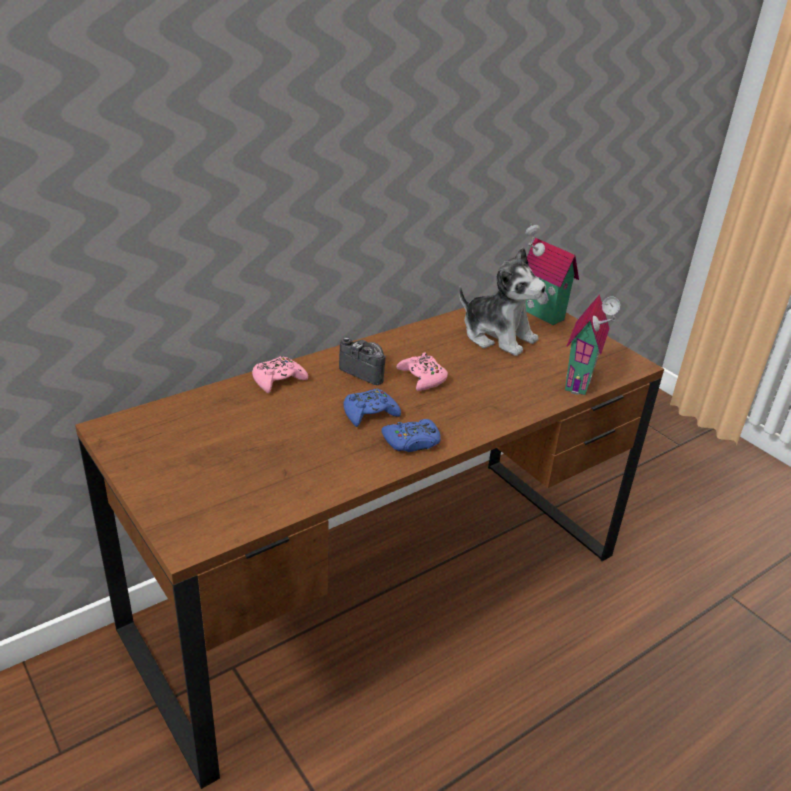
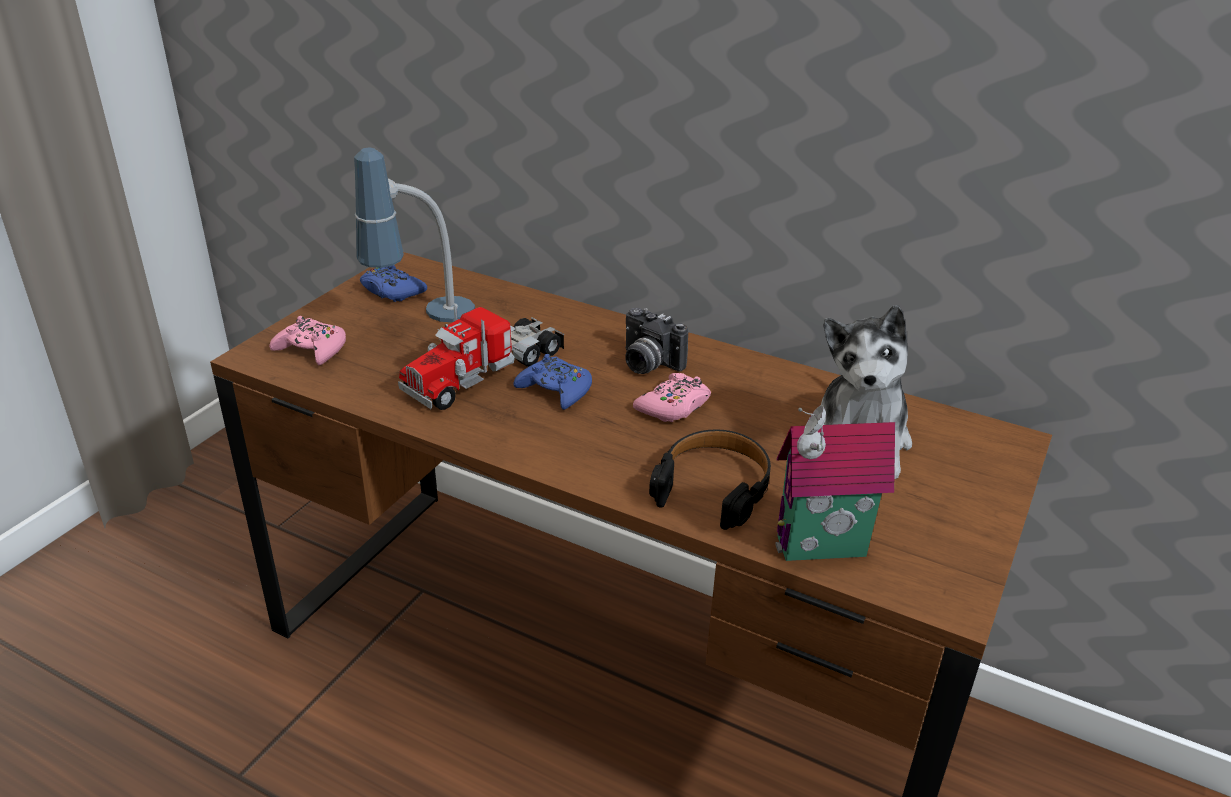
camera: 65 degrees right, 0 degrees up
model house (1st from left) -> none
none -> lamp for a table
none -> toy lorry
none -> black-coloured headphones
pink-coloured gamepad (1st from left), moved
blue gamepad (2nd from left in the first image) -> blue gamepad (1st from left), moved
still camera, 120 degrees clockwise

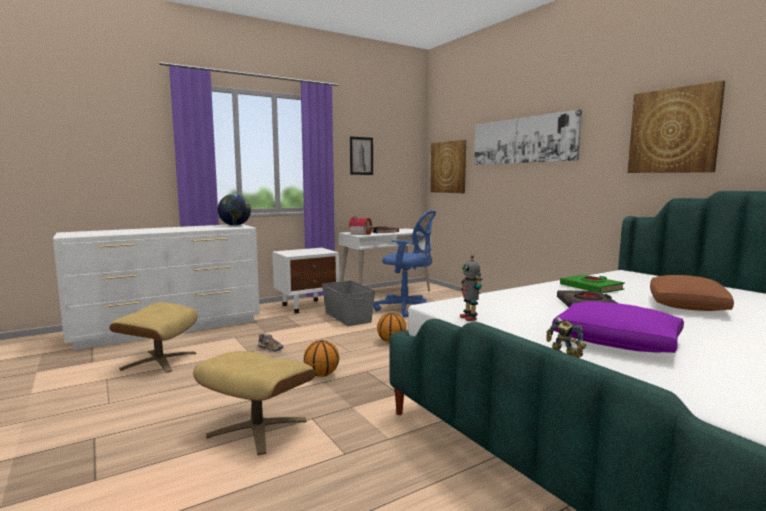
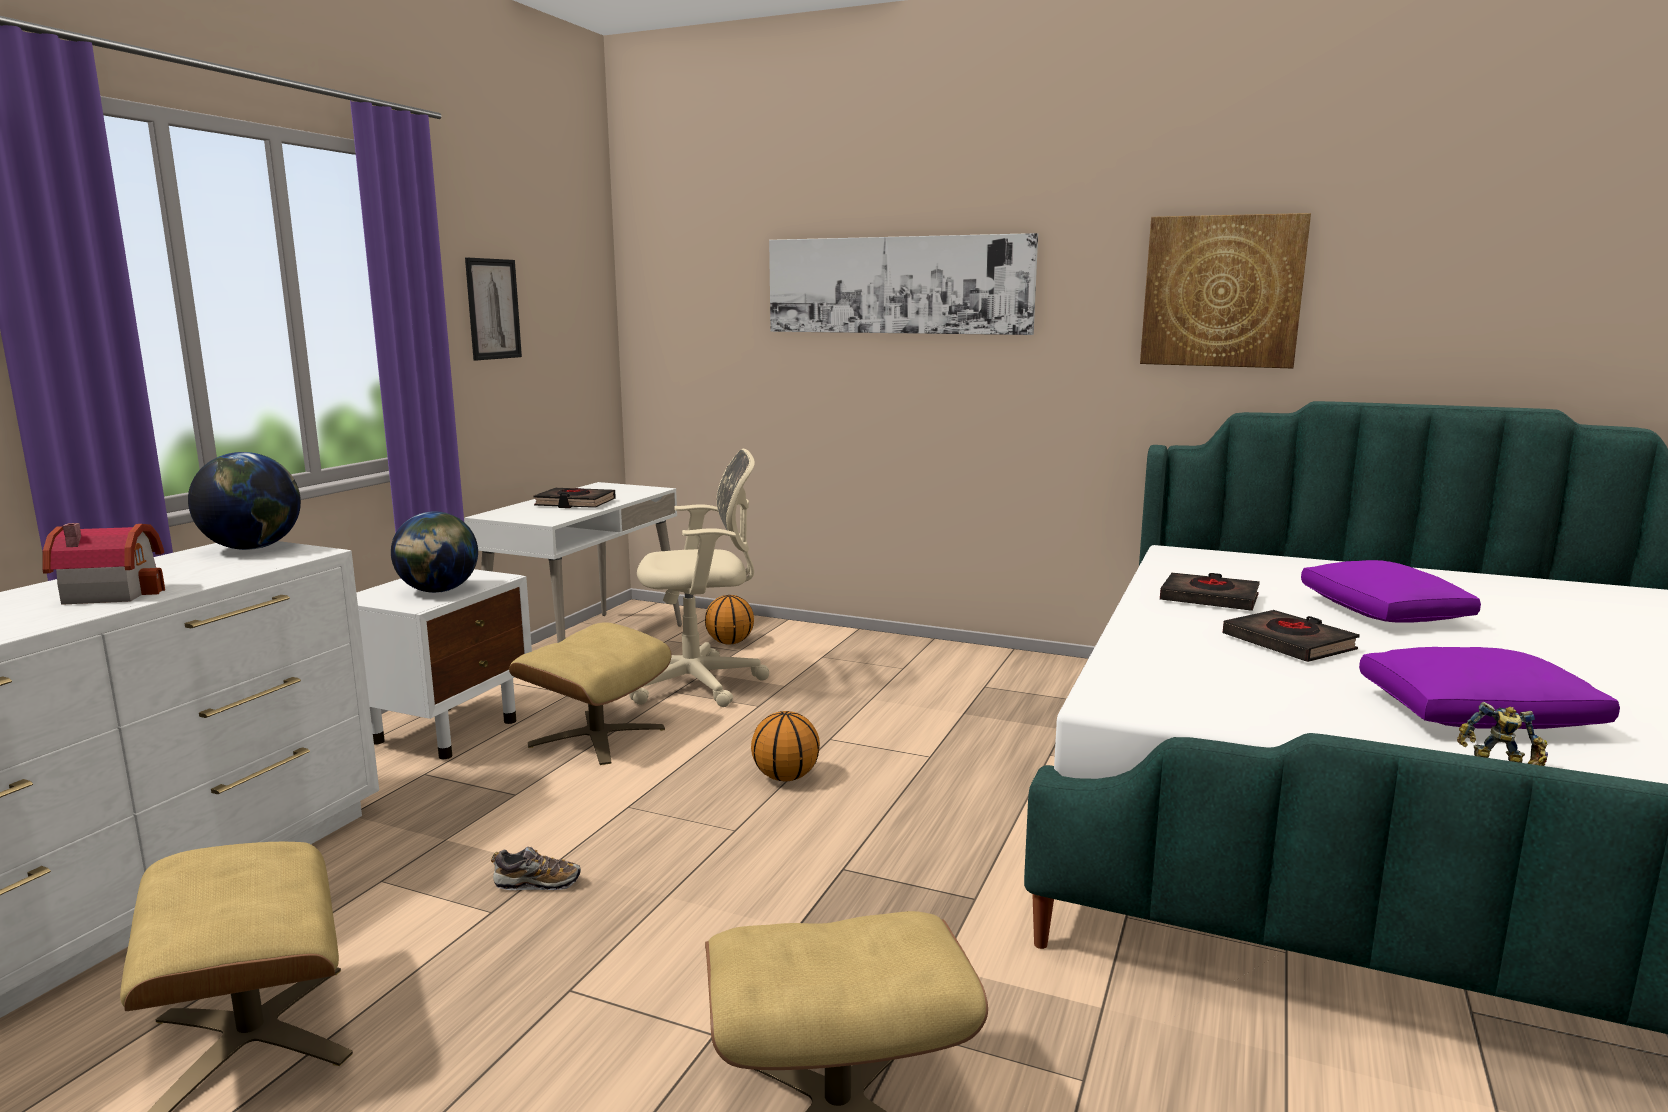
camera: 35 degrees left, 5 degrees up
picture (2nd from left) -> none
robot figure (1st from left) -> none
none -> desk globe (2nd from left)
ball for basketball (1st from left), moved
model house, moved
gray storage bin -> sand-coloured ottoman (2nd from left)
blue desk chair -> sand-coloured desk chair
greenish book -> black-coloured book (2nd from left)
brownish pillow -> purple-coloured pillow (1st from left)

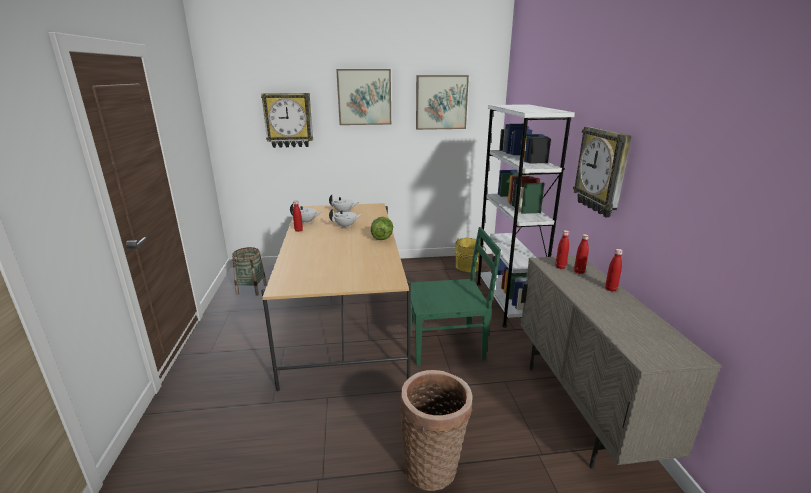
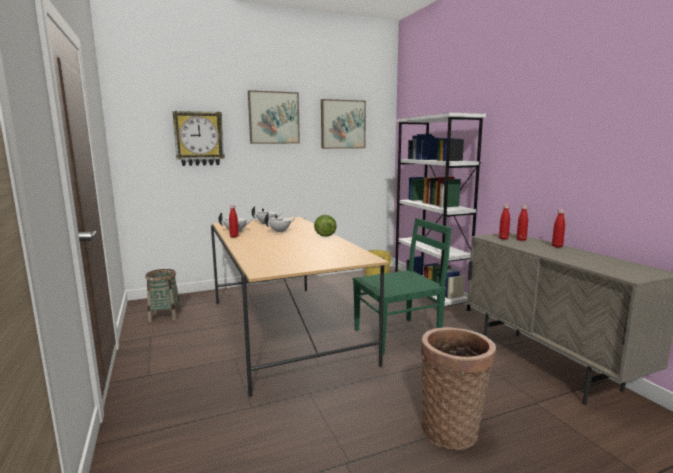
camera: 15 degrees left, 10 degrees down
clock on the wall (2nd from left) -> none

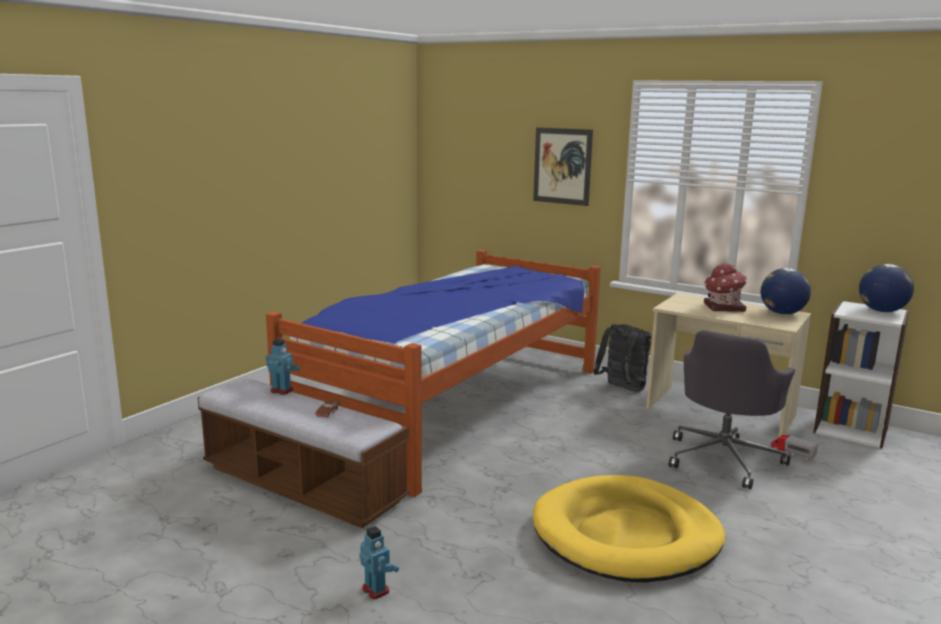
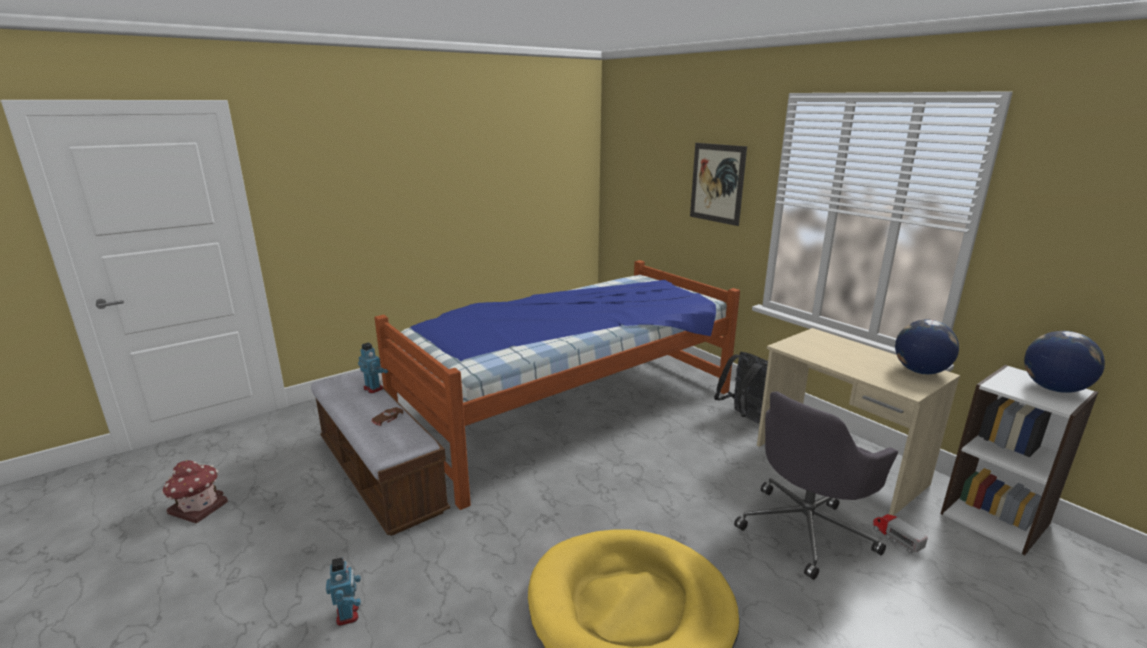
camera: 20 degrees right, 5 degrees up
model house, moved

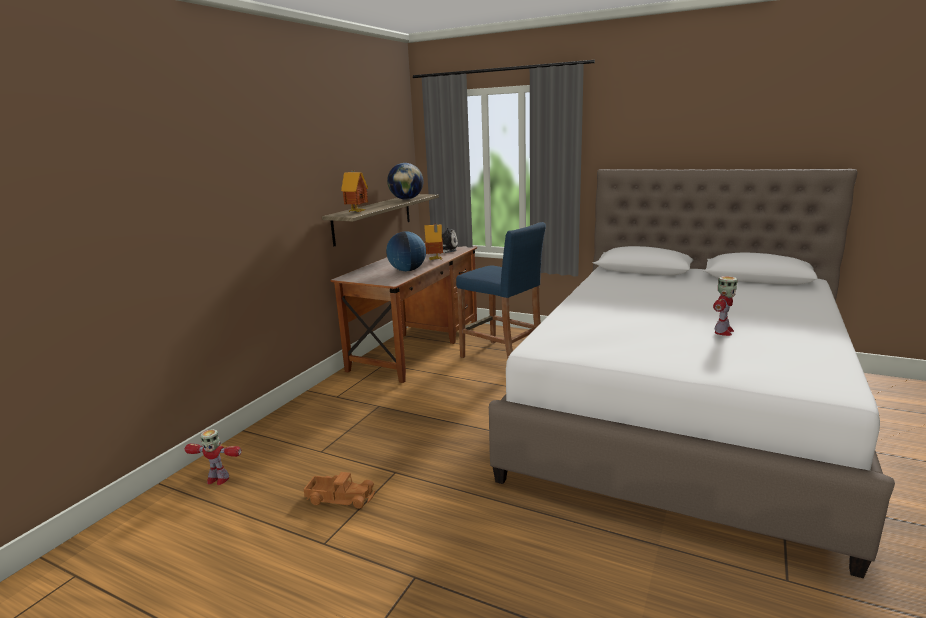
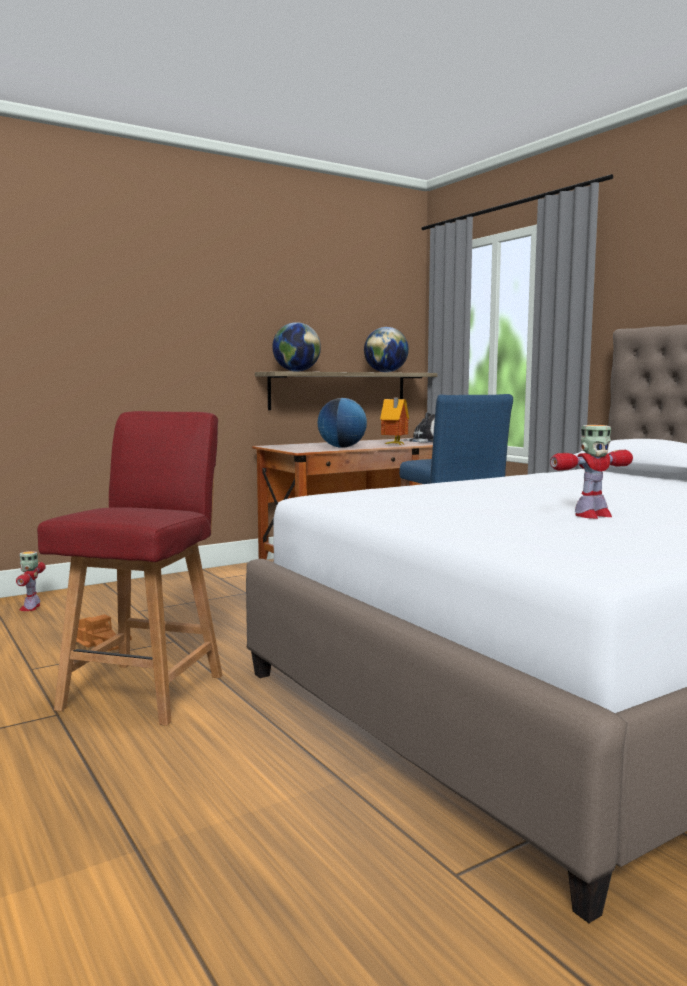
camera: 30 degrees right, 10 degrees down
none -> red-coloured plain chair
model house (1st from left) -> desk globe (1st from left)
robot figure (1st from left), 45 degrees clockwise

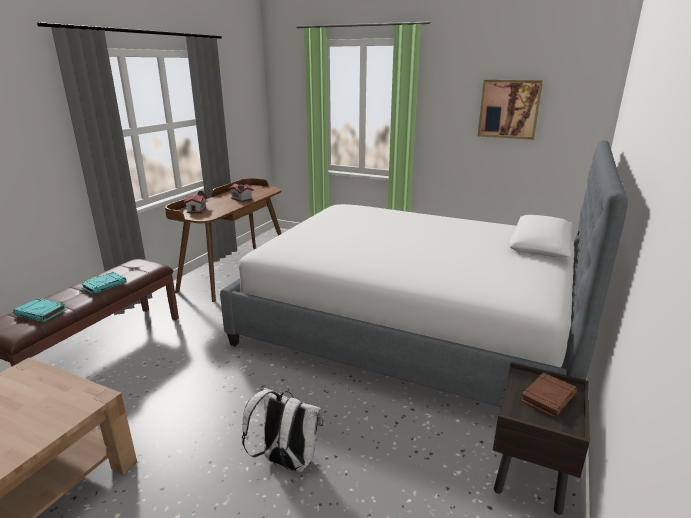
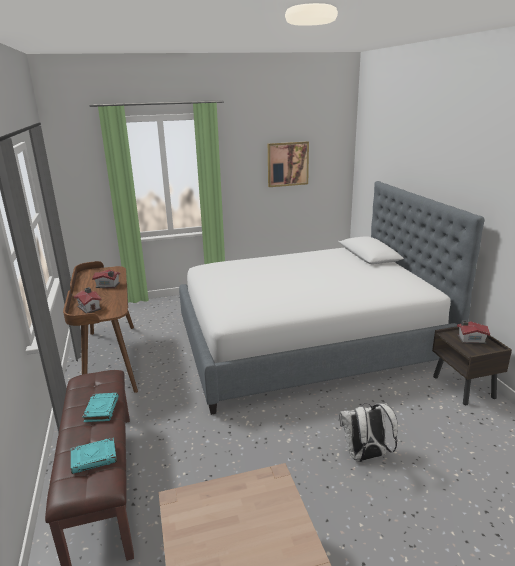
camera: 40 degrees left, 0 degrees up
brownish book -> model house (3rd from left)

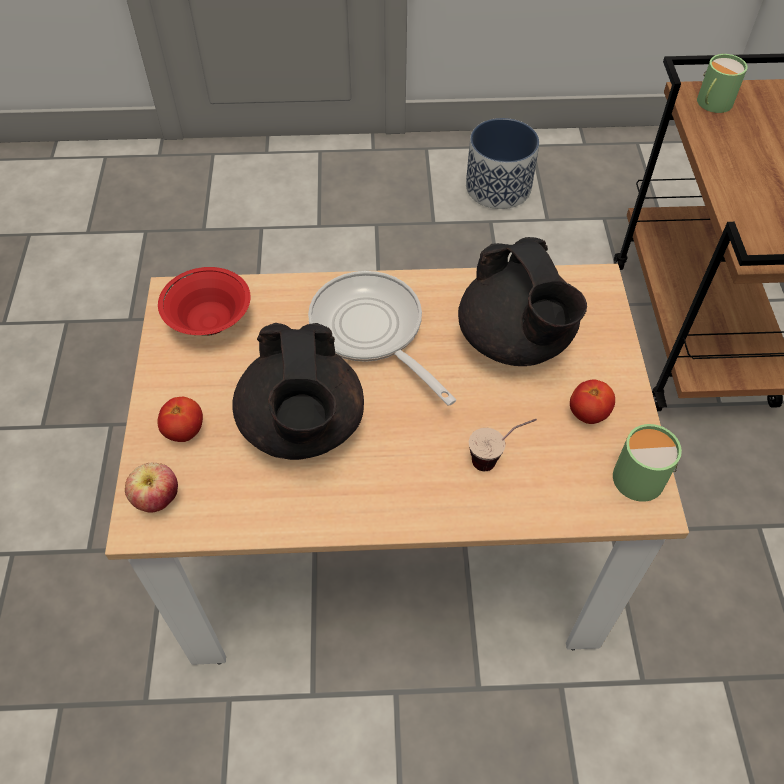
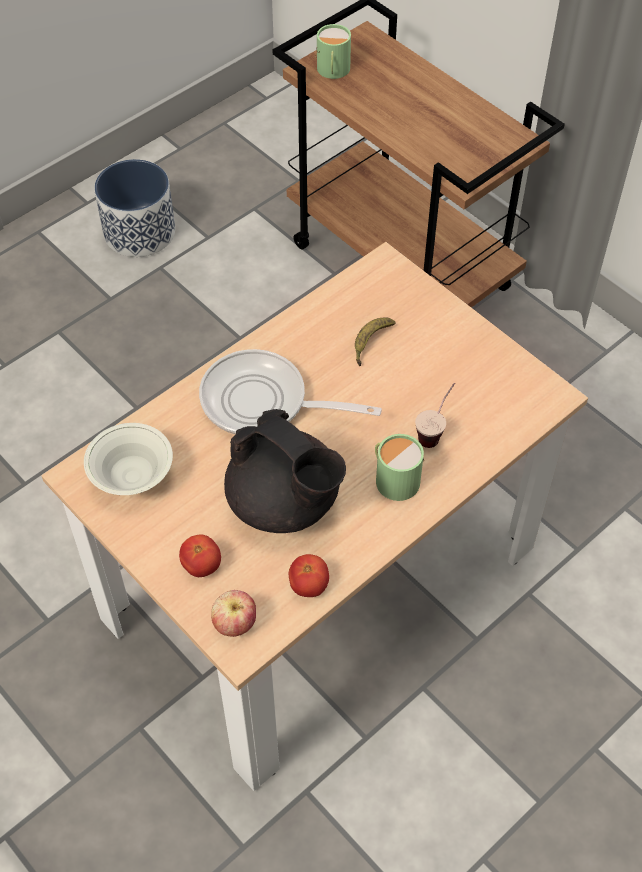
camera: 40 degrees left, 0 degrees up
whole tomato (2nd from left), moved
greenish coffee mug (1st from left in the first image) -> greenish coffee mug (2nd from left), moved
black-coloured teapot (2nd from left) -> banana
red-coloured bowl -> white bowl

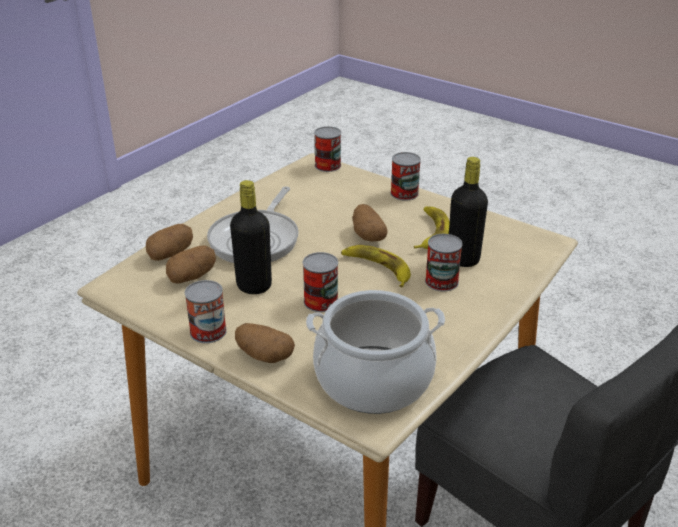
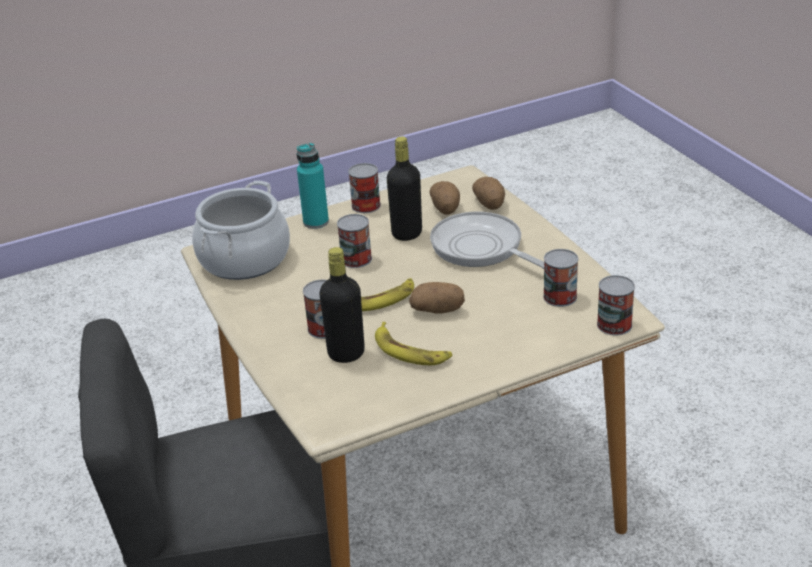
camera: 120 degrees right, 0 degrees up
sealed can (4th from left), moved
spud (3rd from left) -> turquoise-coloured drink bottle

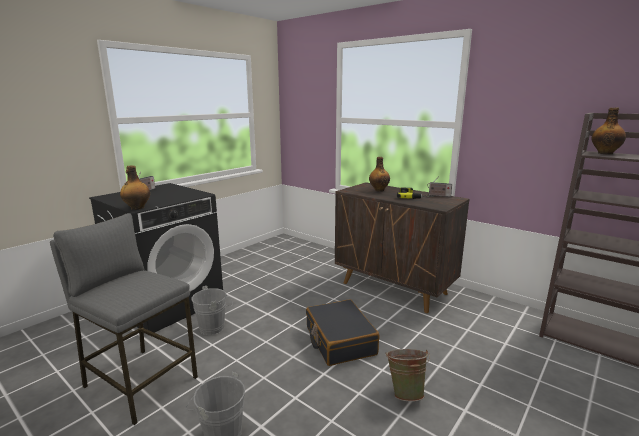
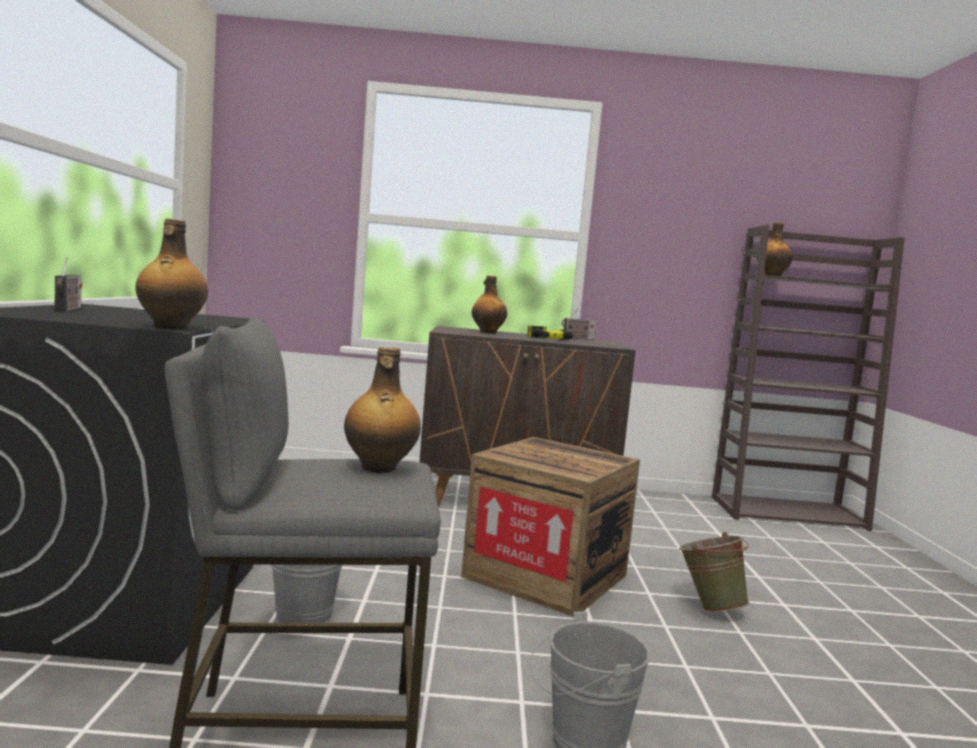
camera: 40 degrees left, 10 degrees down
none -> drink bottle (2nd from left)
black-coloured piece of luggage -> packing crate

